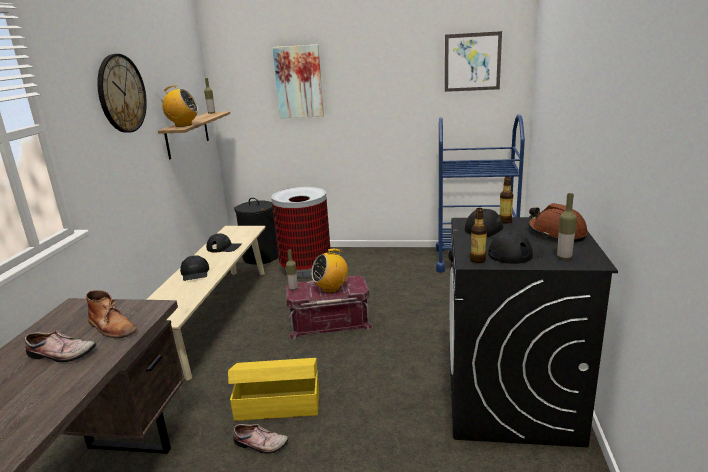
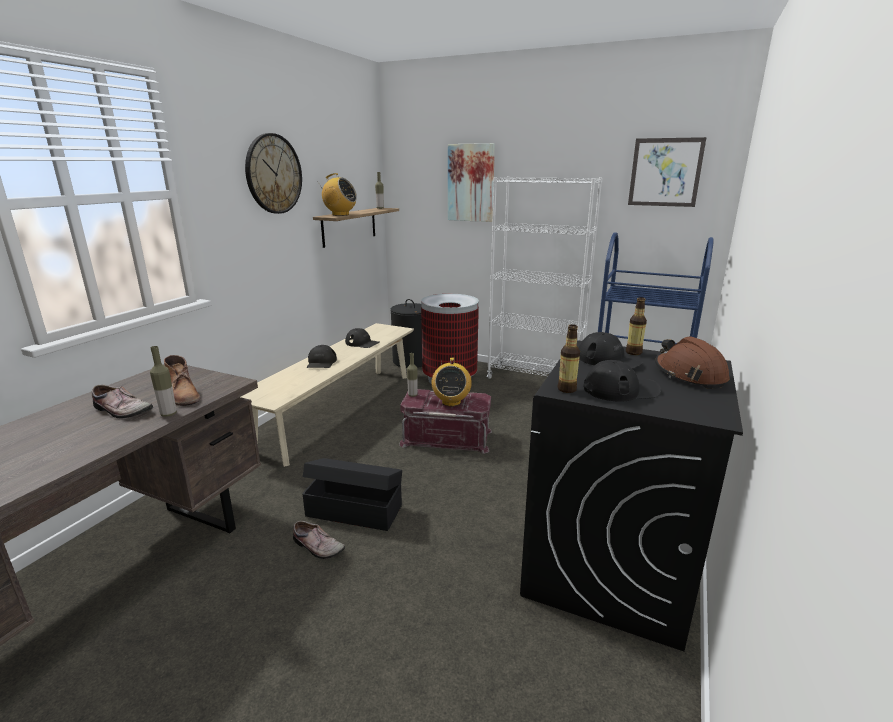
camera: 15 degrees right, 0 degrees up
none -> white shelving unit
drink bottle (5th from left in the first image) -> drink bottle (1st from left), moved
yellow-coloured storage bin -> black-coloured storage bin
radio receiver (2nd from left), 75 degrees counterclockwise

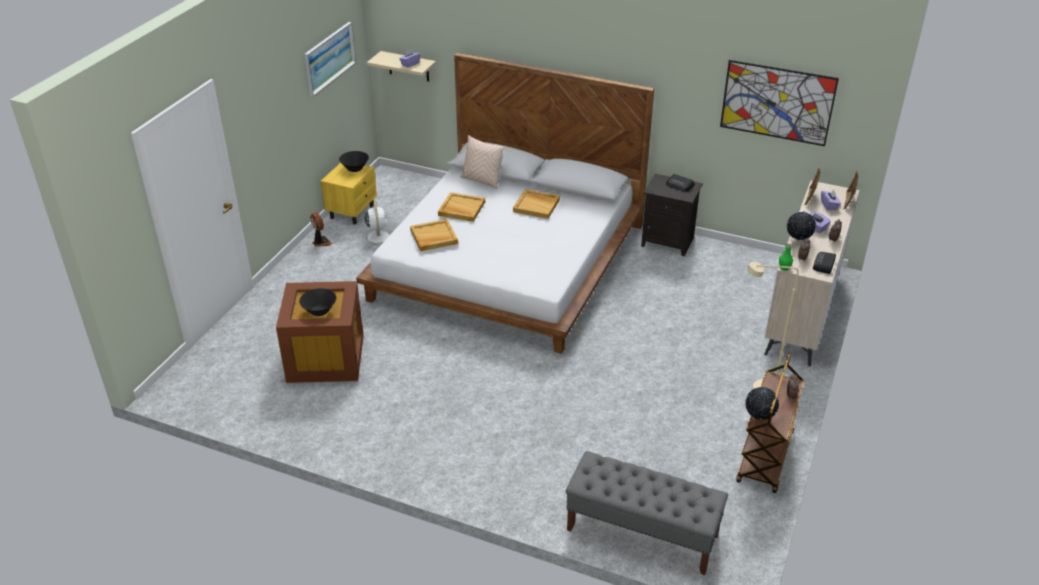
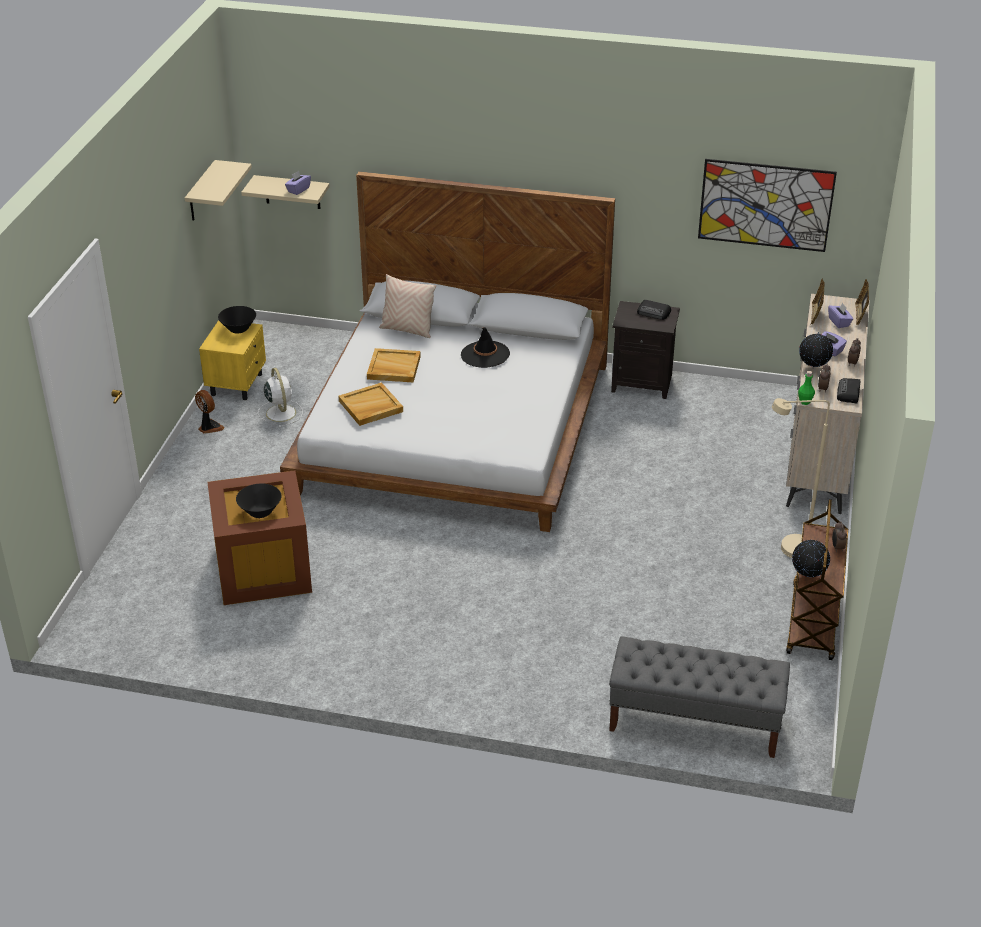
camera: 10 degrees left, 0 degrees up
picture (1st from left) -> sand-coloured shelf (1st from left)
sand-coloured carrying tray (3rd from left) -> black-coloured wearable hat

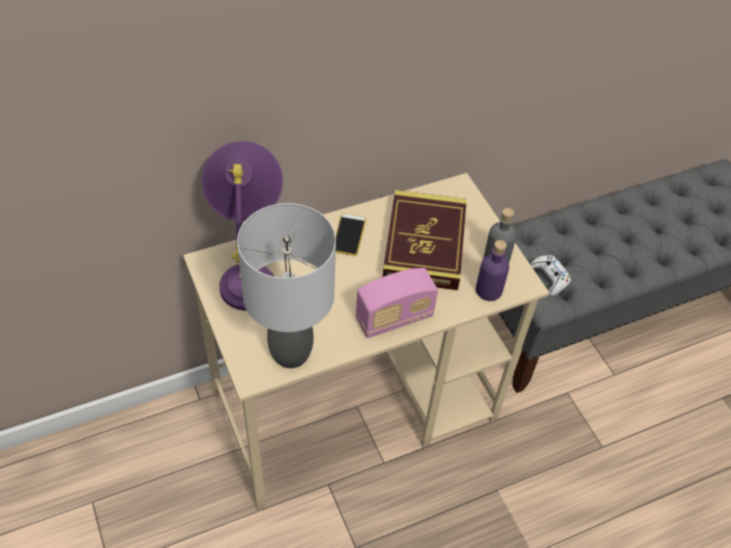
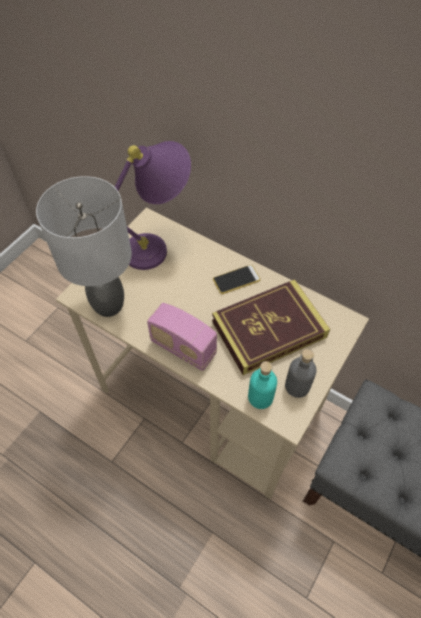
camera: 60 degrees right, 5 degrees up
white gamepad -> none
purple-coloured drink bottle -> turquoise-coloured drink bottle

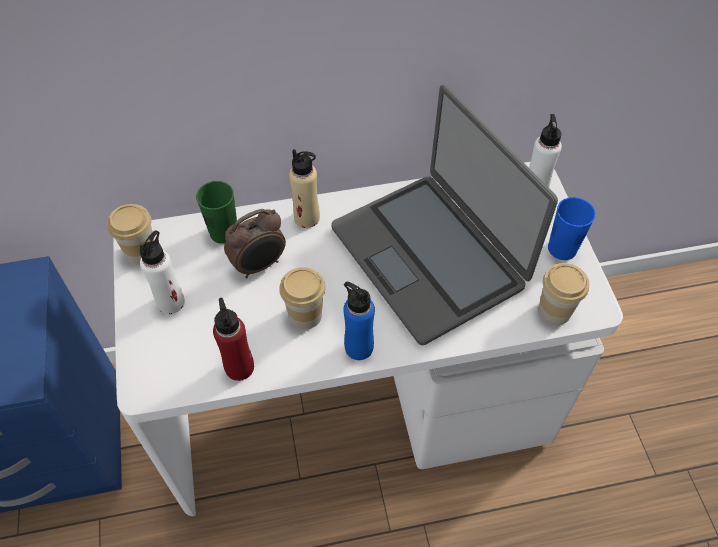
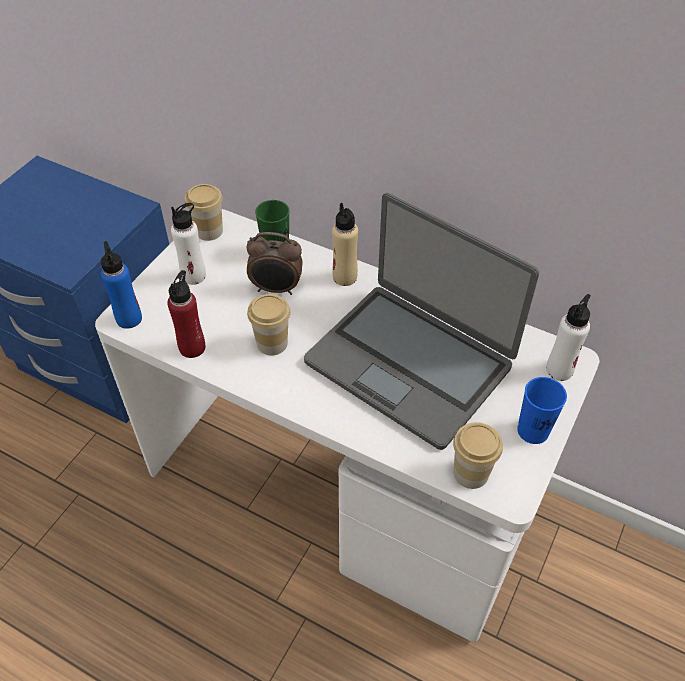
camera: 40 degrees right, 5 degrees down
blue drink bottle, moved
portable computer, 60 degrees counterclockwise

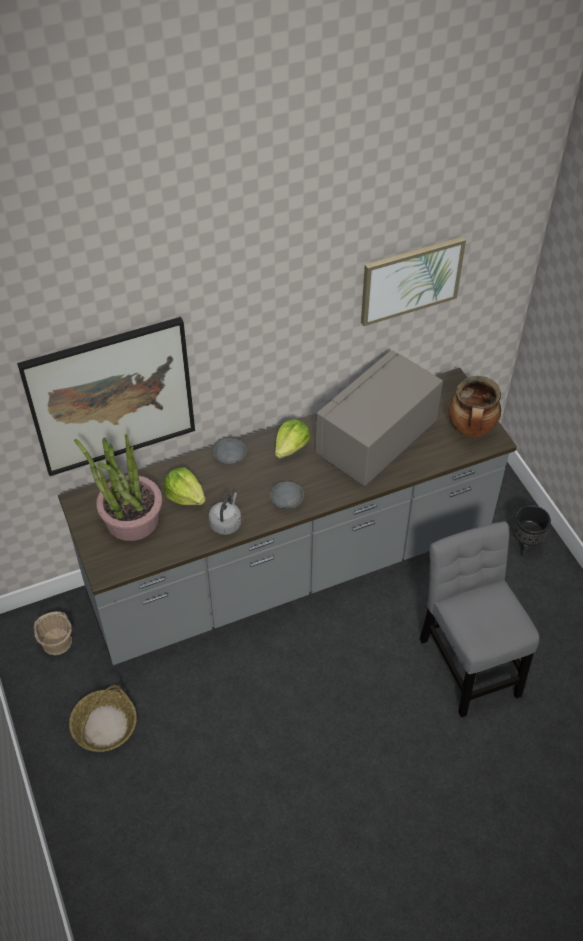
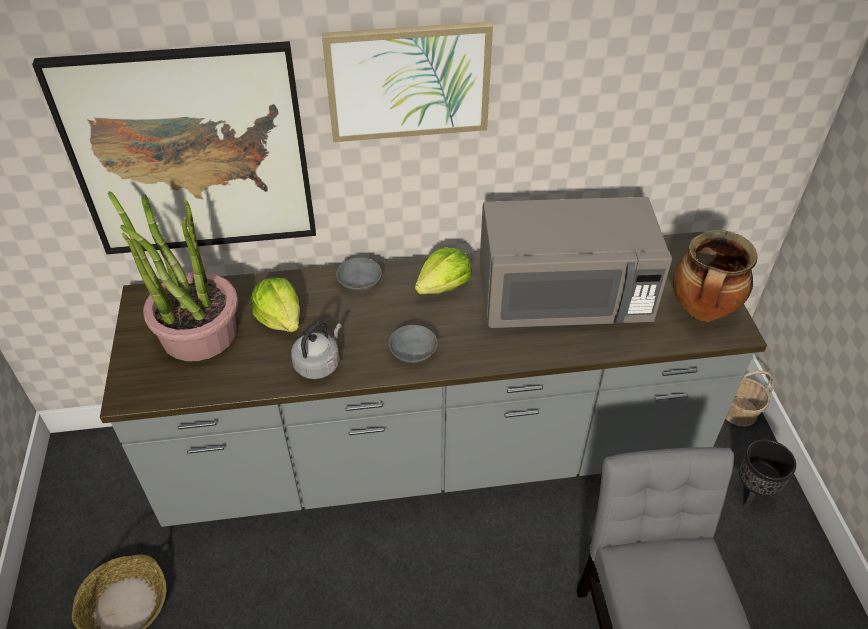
camera: 15 degrees right, 5 degrees down
household basket (1st from left in the first image) -> household basket (2nd from left), moved
picture (2nd from left), moved
gray microwave oven, 150 degrees counterclockwise

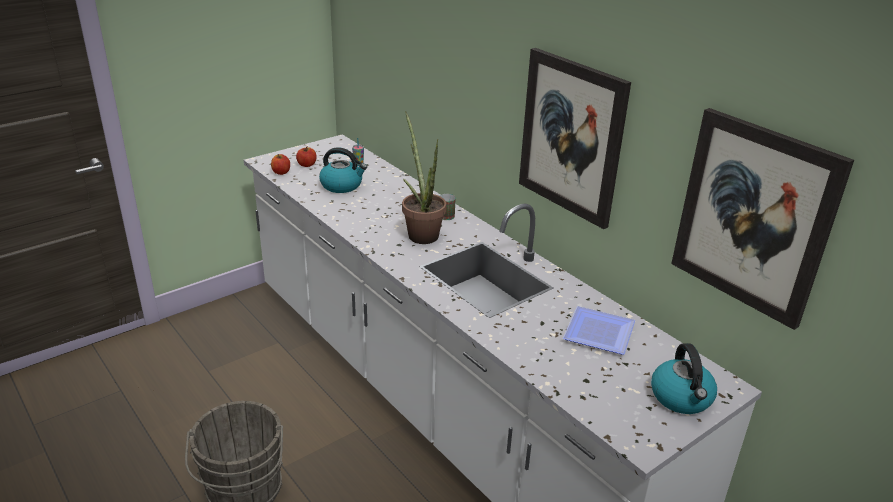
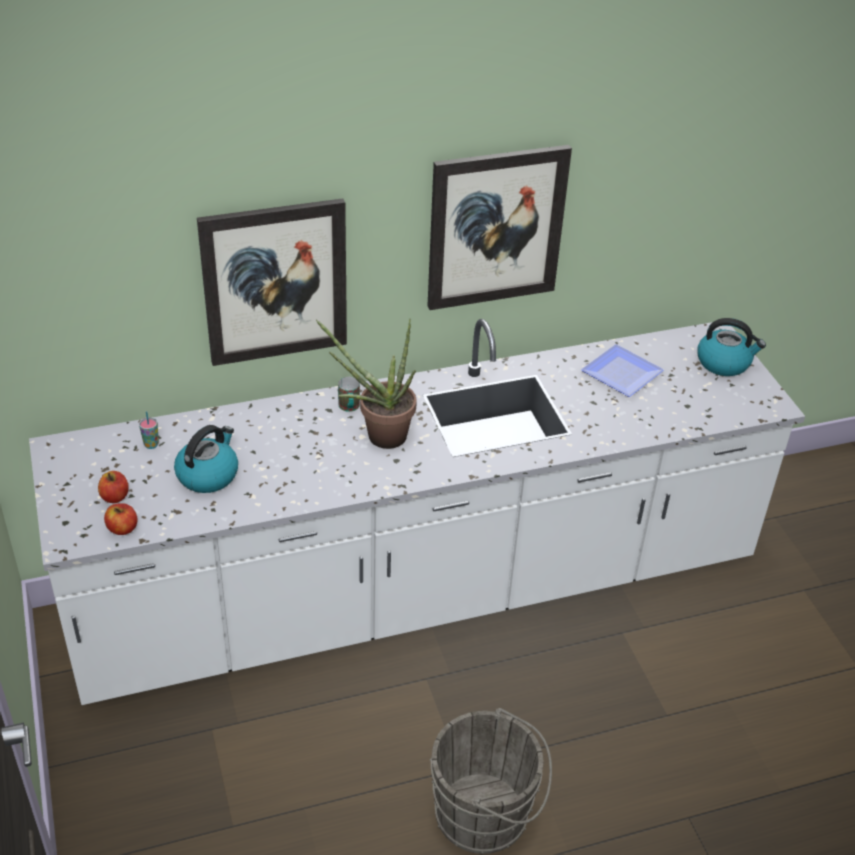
camera: 70 degrees left, 10 degrees up
picture (2nd from left in the first image) -> picture (1st from left), moved

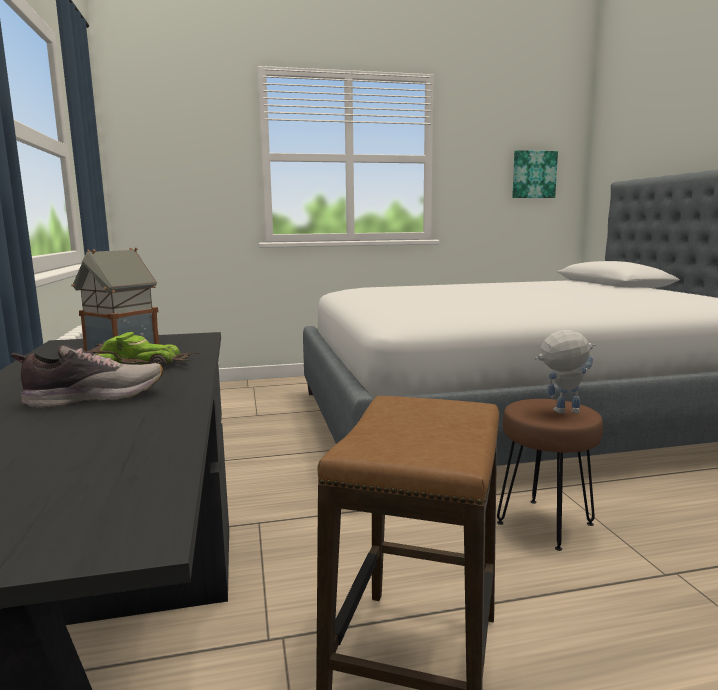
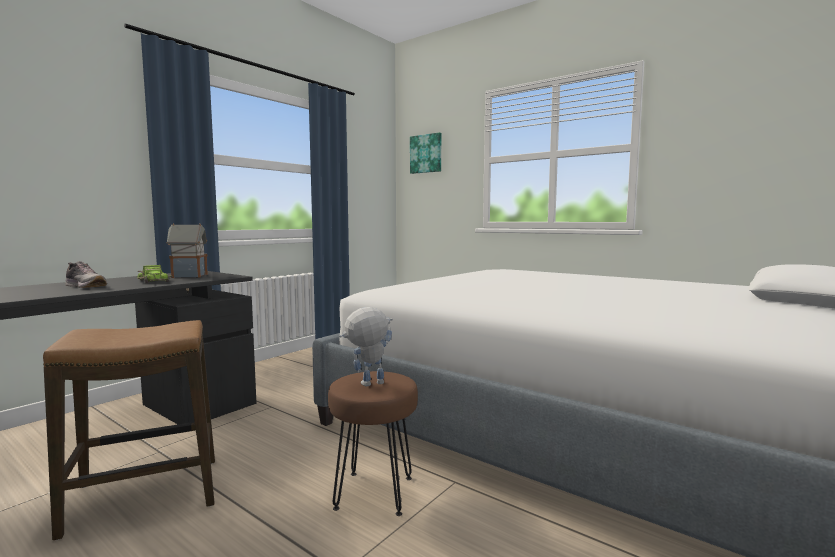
camera: 50 degrees right, 5 degrees down
picture, moved
robot figure, 75 degrees counterclockwise

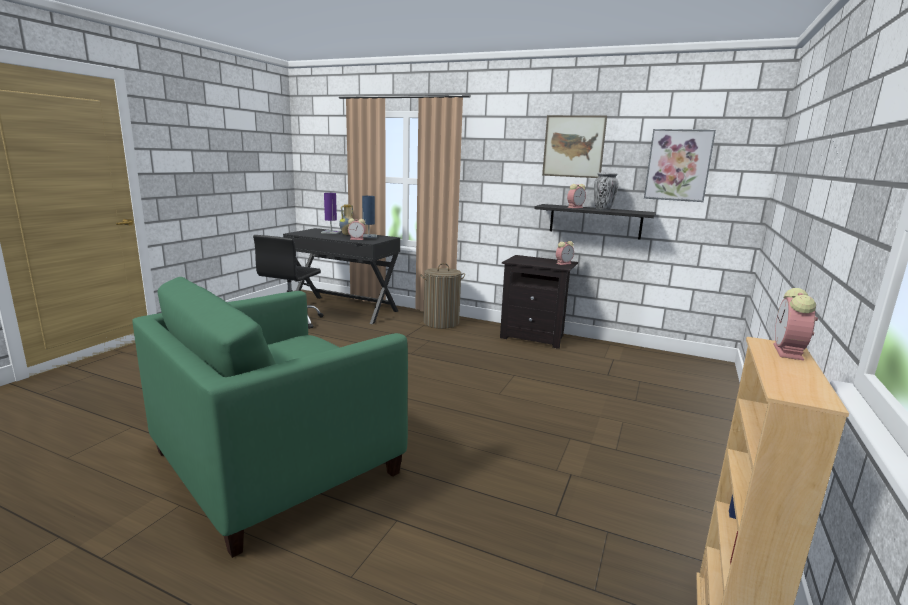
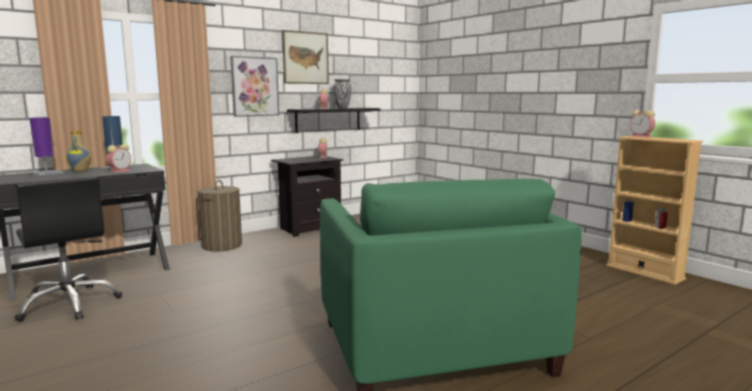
camera: 60 degrees left, 5 degrees down
picture (2nd from left in the first image) -> picture (1st from left), moved

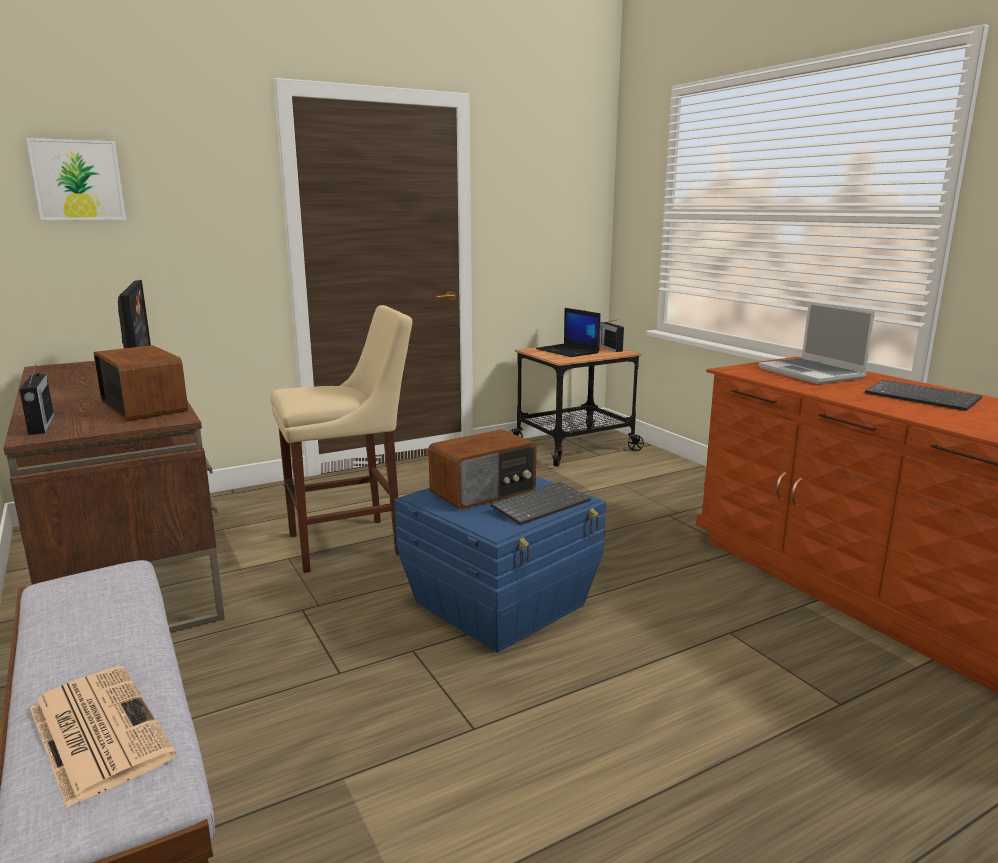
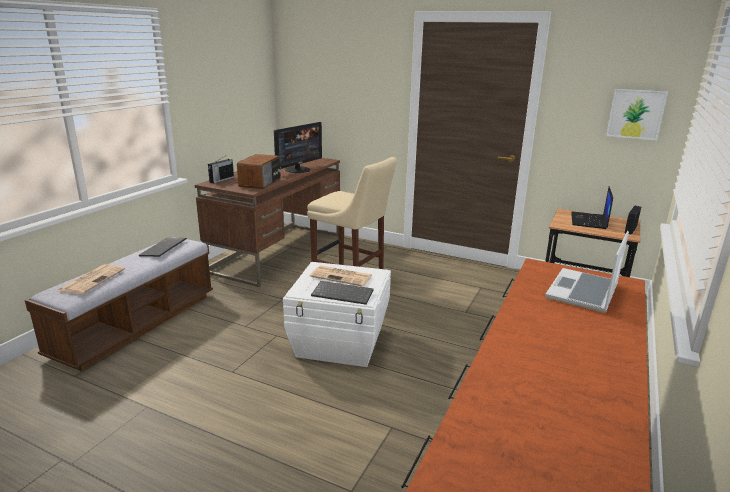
camera: 55 degrees right, 5 degrees up
picture, moved
keyboard (2nd from left in the first image) -> keyboard (1st from left), moved
radio receiver (3rd from left) -> printed paper (2nd from left)
blue storage bin -> white storage bin

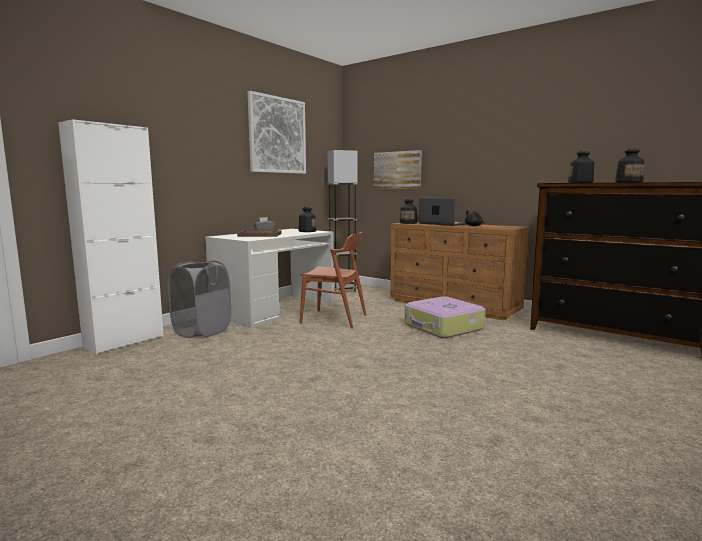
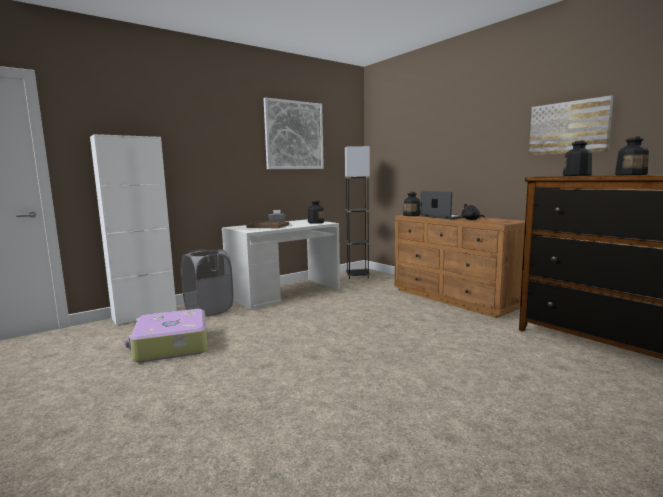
camera: 15 degrees right, 0 degrees up
brownish plain chair -> none
picture (2nd from left), moved
piece of luggage, moved

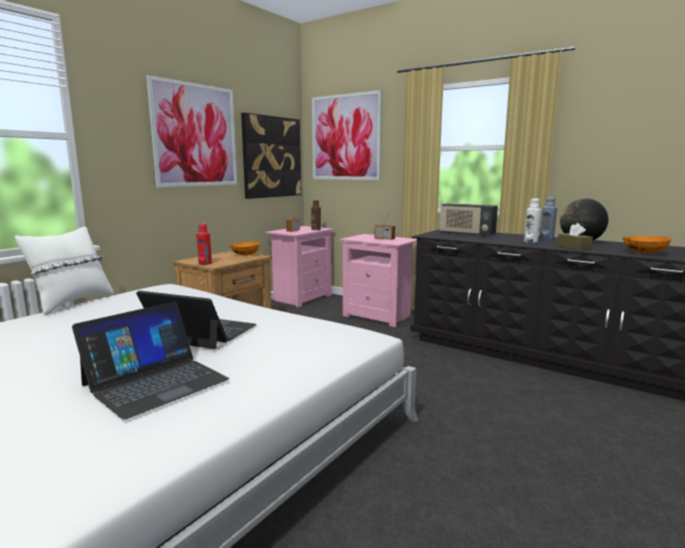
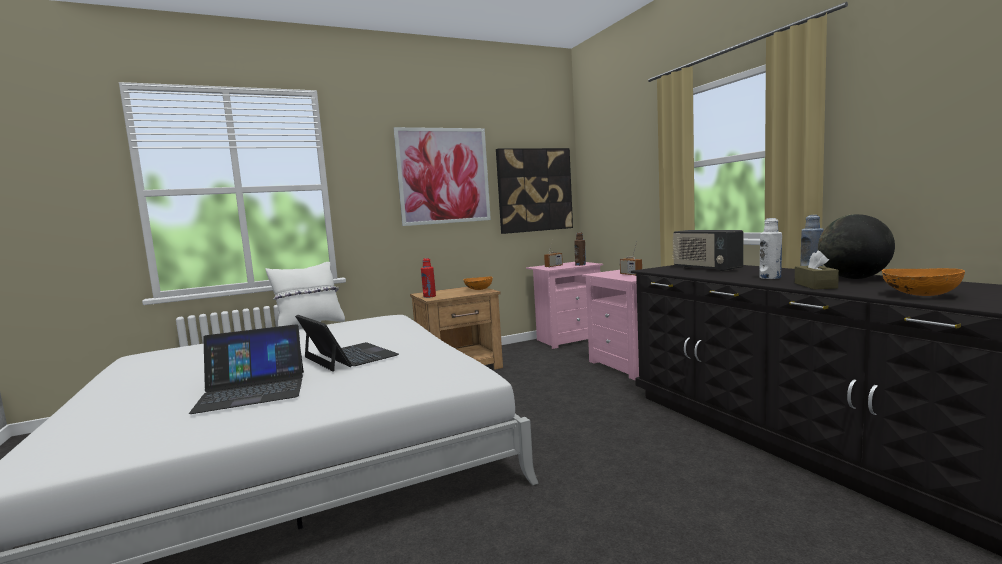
camera: 30 degrees right, 5 degrees down
picture (3rd from left) -> none

